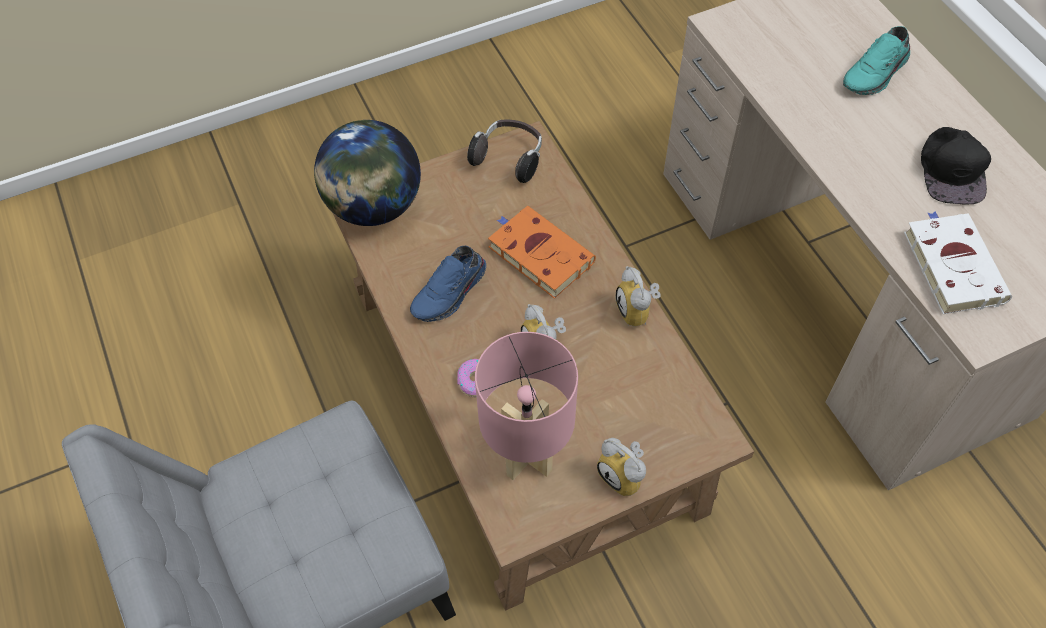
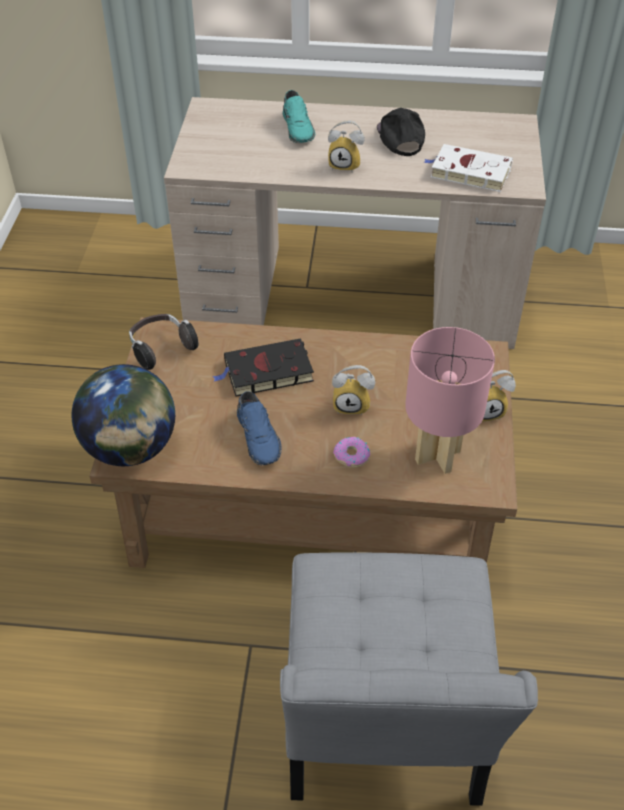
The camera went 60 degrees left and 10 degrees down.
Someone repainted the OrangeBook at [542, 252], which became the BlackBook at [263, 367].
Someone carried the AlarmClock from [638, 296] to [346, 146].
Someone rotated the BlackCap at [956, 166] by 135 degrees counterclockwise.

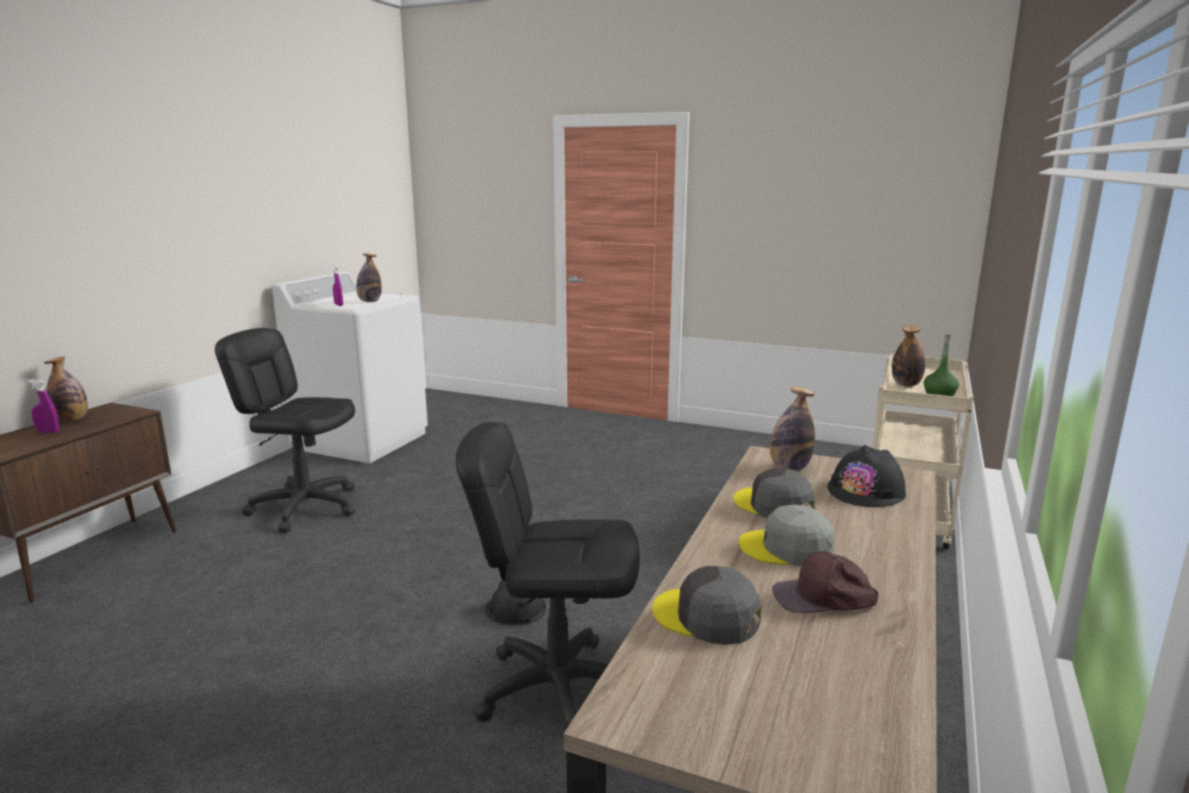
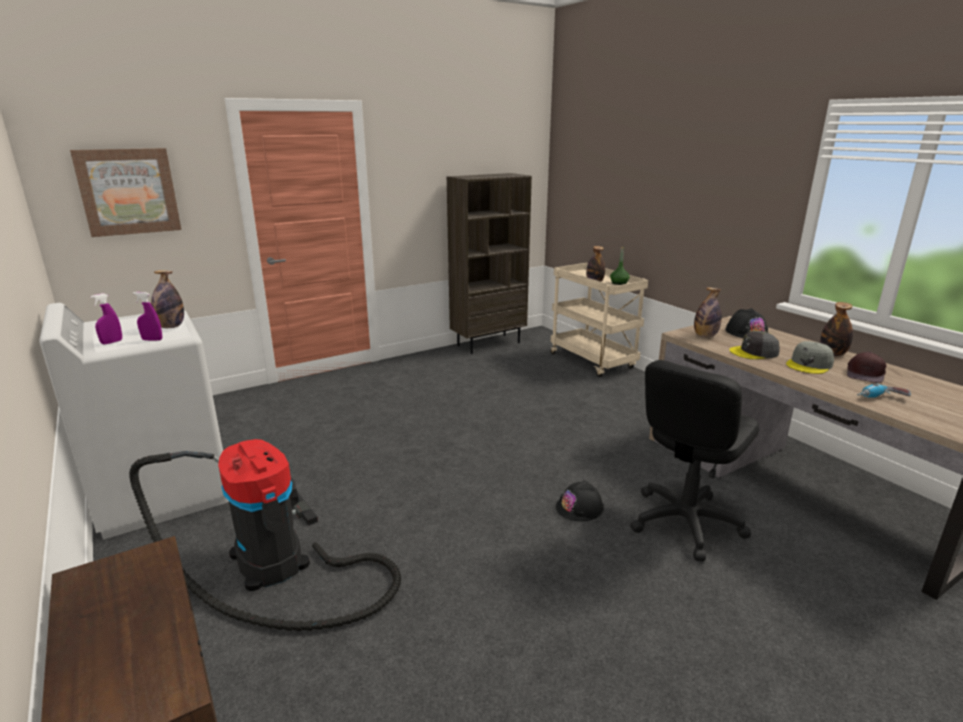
The camera went 55 degrees left and 5 degrees up.
Someone put up the Picture at [125, 192].
Someone carried the PurpleSprayBottle from [43, 406] to [106, 319].
Someone swapped the BlackOfficeChair at [285, 430] for the VacuumCleaner at [265, 535].
Someone put down the BrownBookcase at [489, 263].
Someone carried the Bottle from [66, 389] to [836, 329].
Someone swapped the GreyCap at [706, 605] for the PowerDrill at [884, 390].

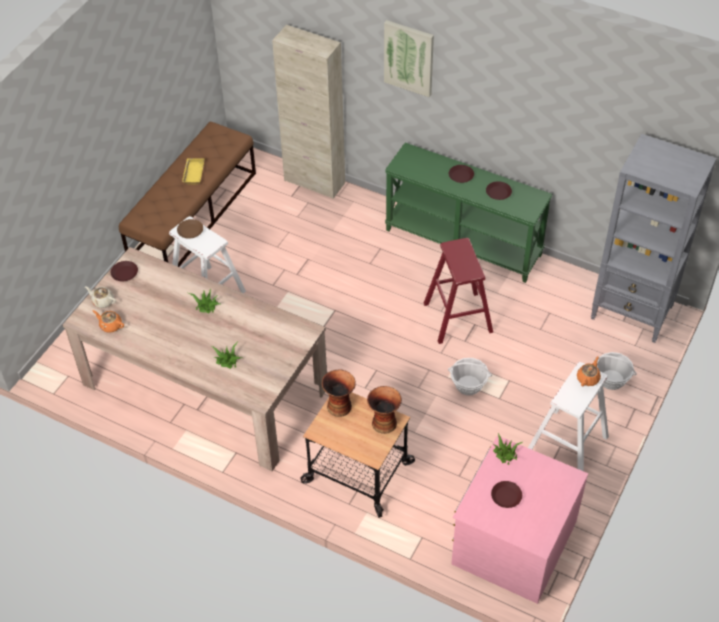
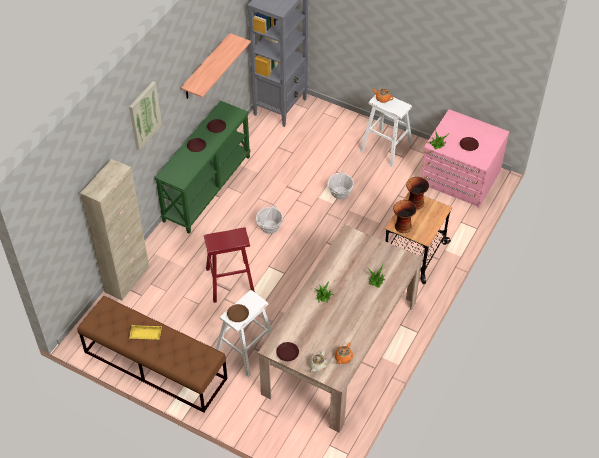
The camera went 90 degrees left and 0 degrees up.
Someone put up the Shelf at [216, 66].
Someone carried the RedStool from [458, 291] to [229, 265].
Someone carried the Basket from [615, 371] to [269, 219].

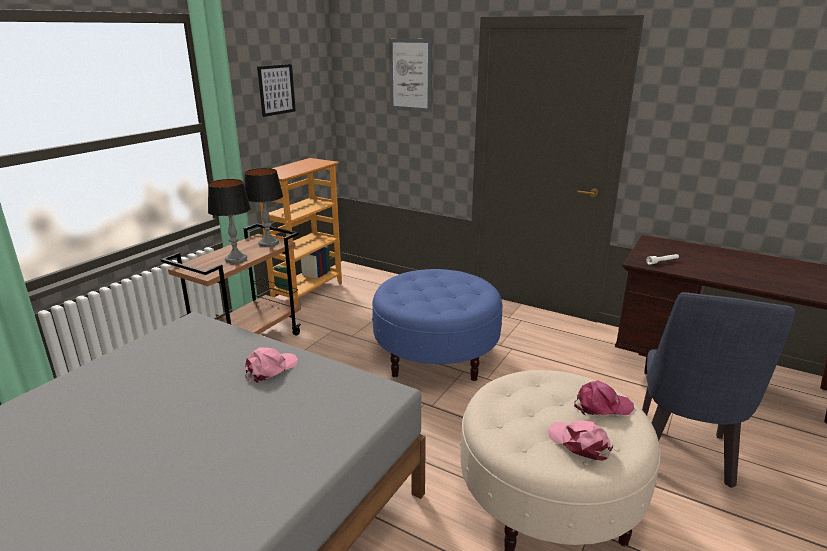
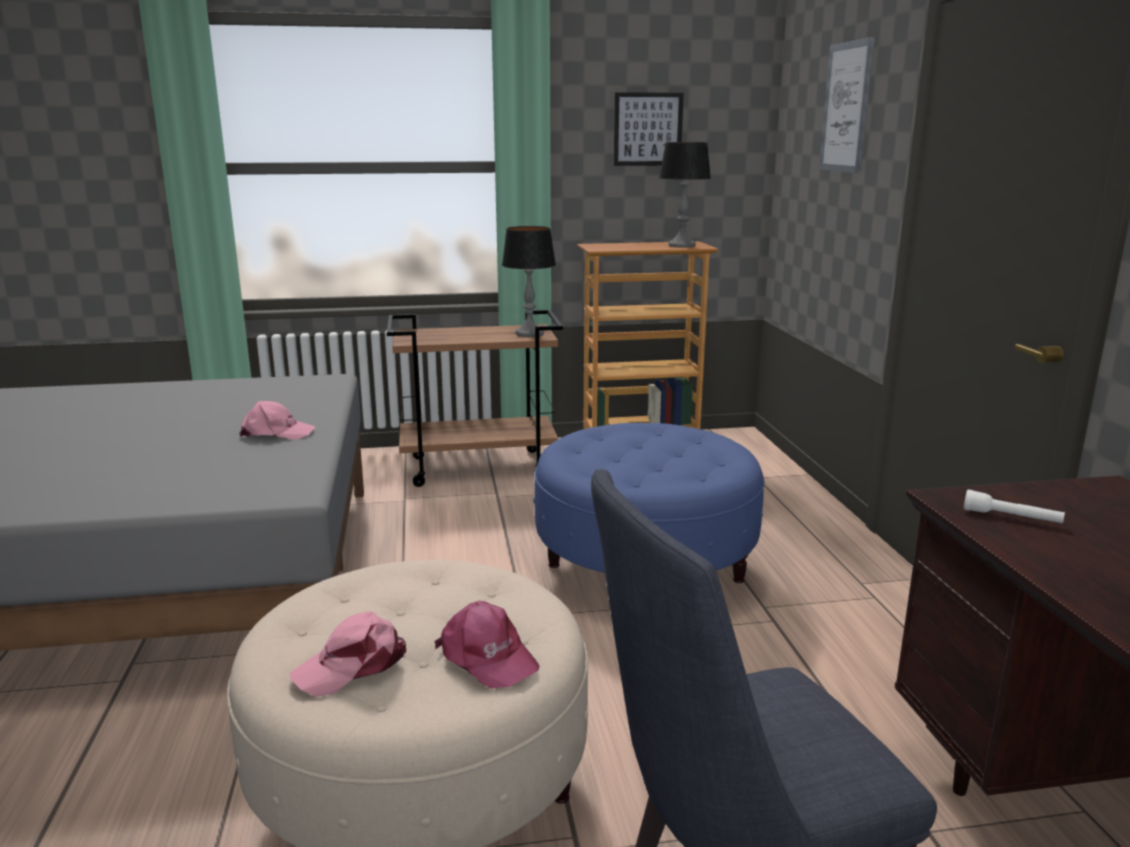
The camera went 50 degrees right and 5 degrees down.
Someone rotated the PinkCap at [580, 440] by 135 degrees counterclockwise.
Someone carried the TableLamp from [229, 221] to [685, 194].

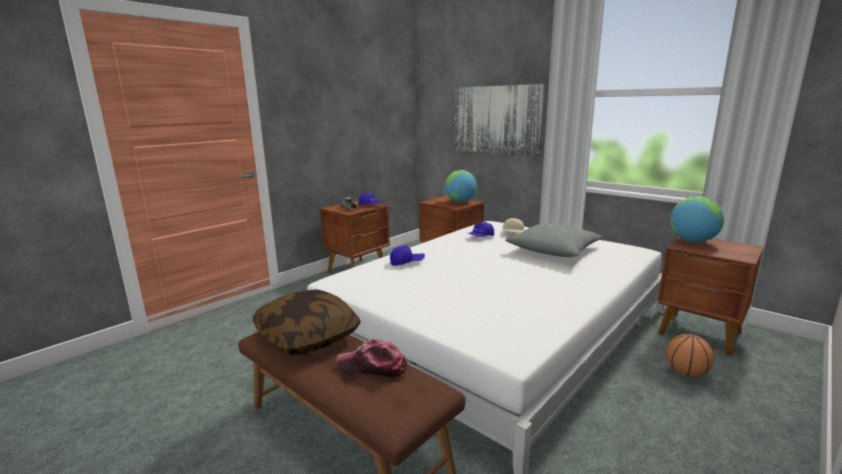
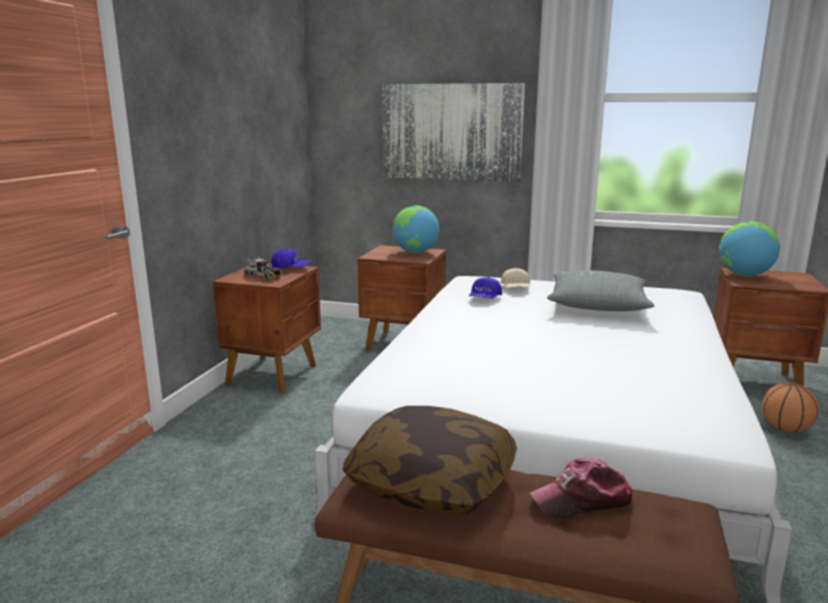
The camera went 25 degrees left and 0 degrees up.
Someone took away the BlueCap at [407, 256].

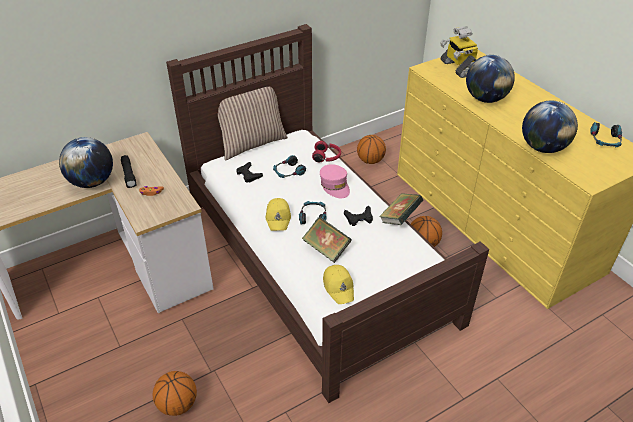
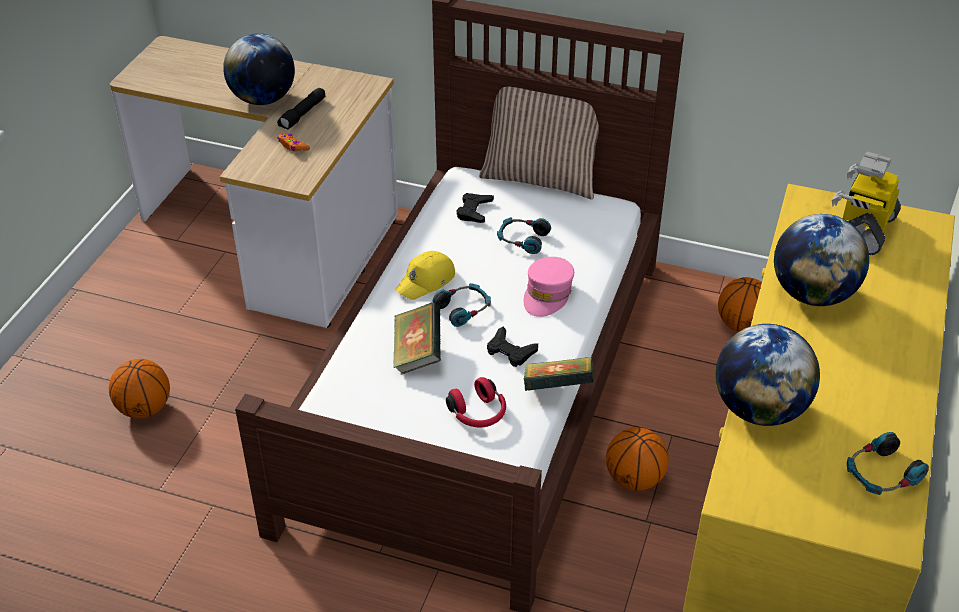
The camera went 50 degrees right and 0 degrees up.
Someone carried the RedHeadphones from [326, 152] to [476, 402].
Someone took away the YellowCap at [338, 284].

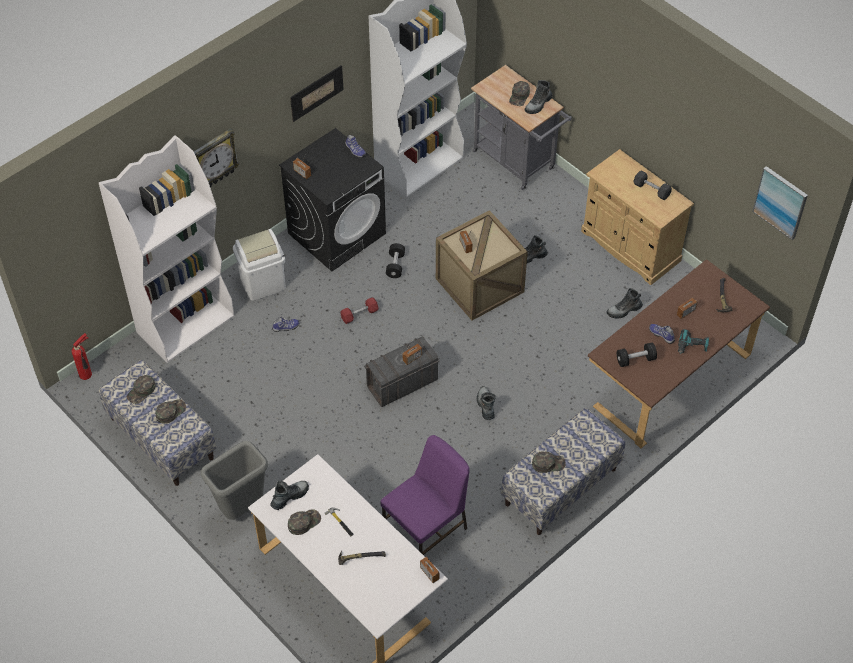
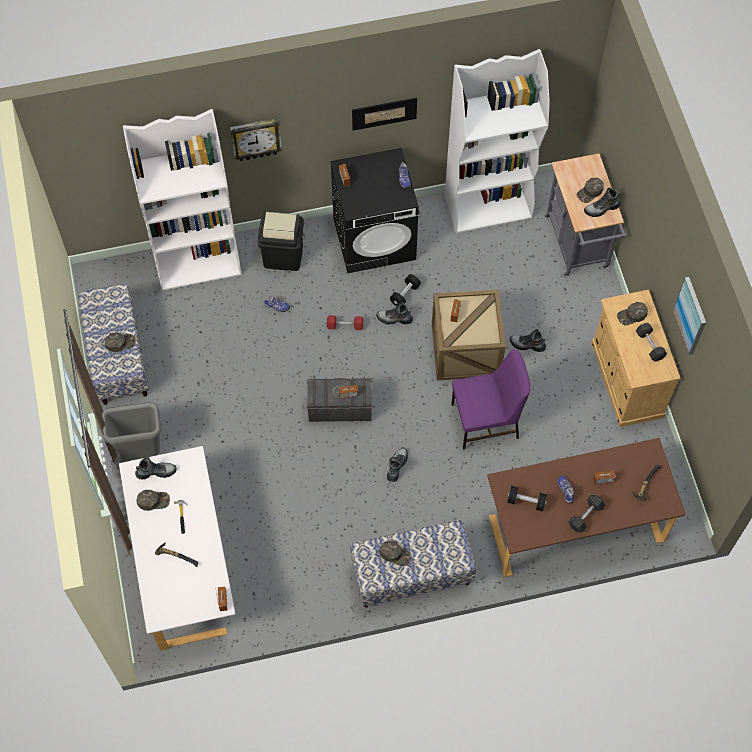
The camera went 30 degrees right and 10 degrees up.
Someone repainted the WhiteTrashCan at [259, 265], which became the BlackTrashCan at [281, 241].
Someone carried the Boot from [625, 303] to [394, 313].
Someone carried the PurpleChair from [425, 495] to [490, 399].
Someone swapped the PowerDrill at [693, 342] for the GreyDumbbell at [586, 513].
Someone carried the GreenCap from [141, 389] to [632, 313].
Someone carried the Picture from [780, 203] to [689, 316].
Someone took away the FireExtinguisher at [82, 356].

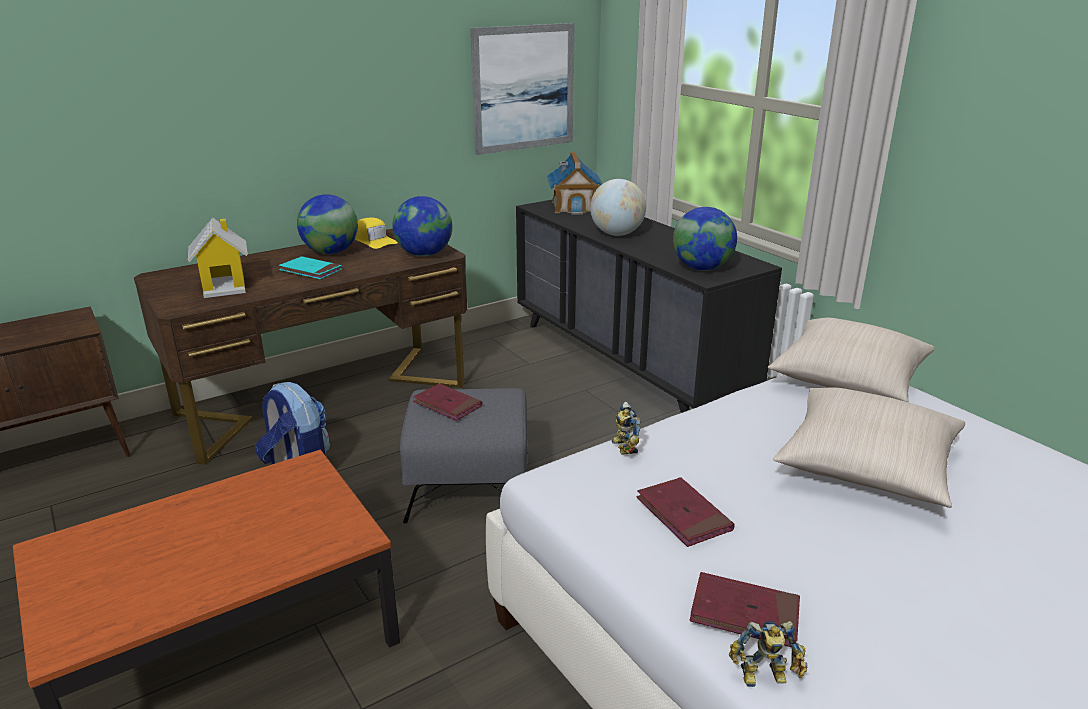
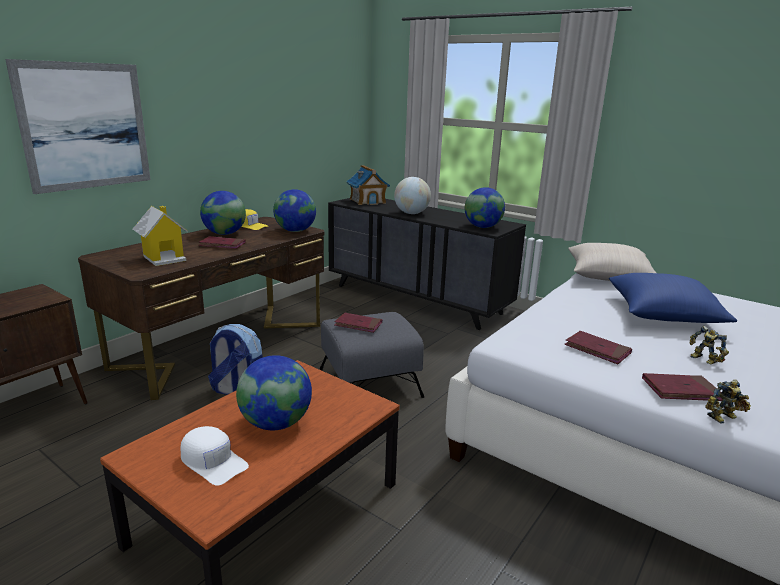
The camera went 20 degrees left and 5 degrees down.
Someone carried the Picture from [522, 89] to [78, 126].
Someone put down the WhiteCap at [214, 456].
Someone repainted the TurquoiseBook at [310, 267], which became the RedBook at [222, 242].
Someone put down the Globe at [274, 392].
Someone repainted the BeigePillow at [869, 448], which became the BluePillow at [673, 298].
Someone carried the ToyRobot from [626, 428] to [709, 345].

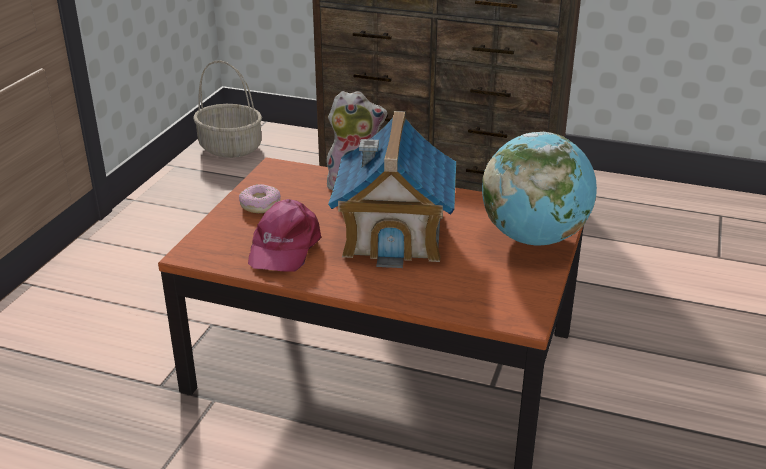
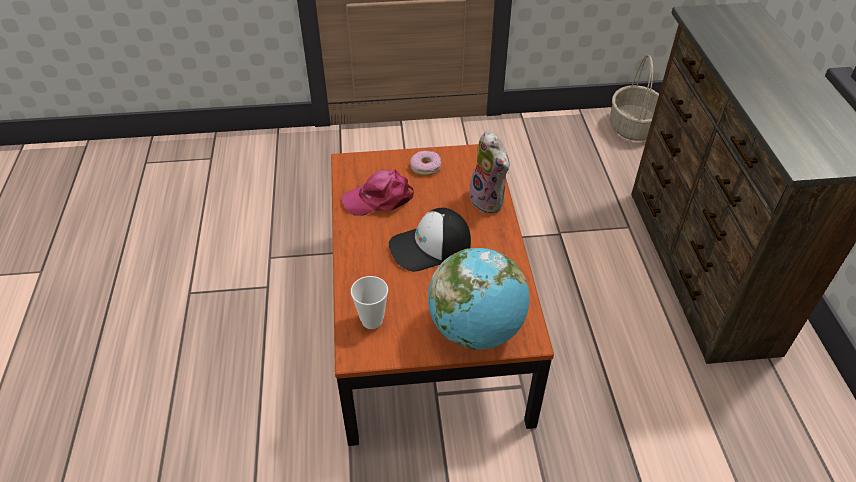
The camera went 65 degrees right and 15 degrees up.
Someone put down the Cup at [369, 302].
Someone swapped the ToyHouse at [392, 189] for the Cap at [430, 240].

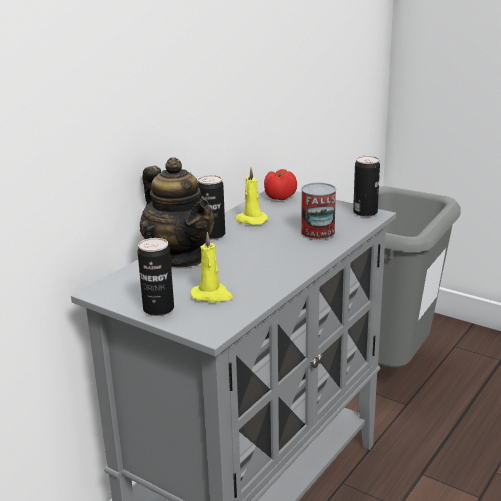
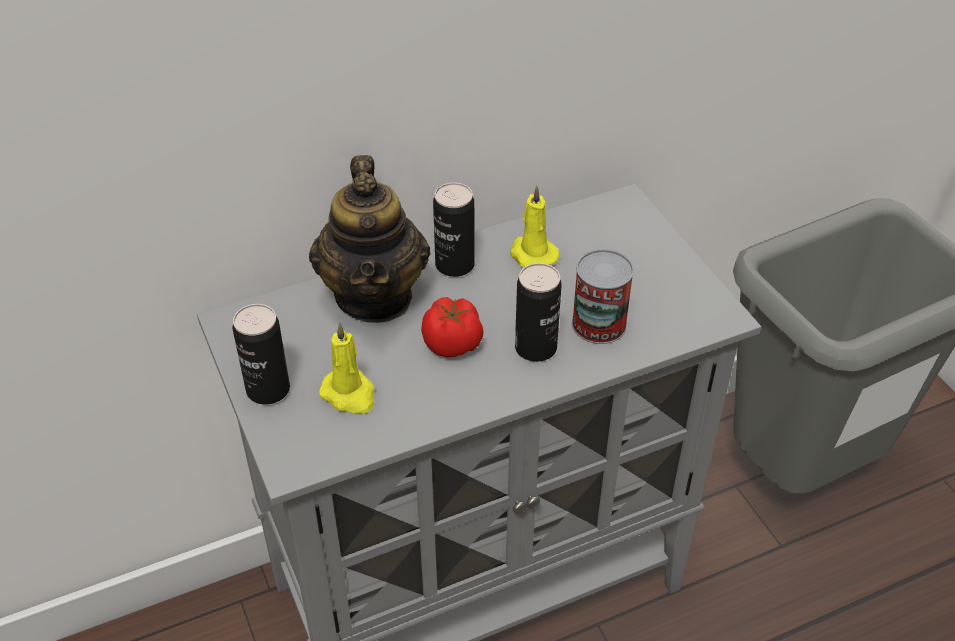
The camera went 30 degrees right and 20 degrees up.
Someone carried the Tomato from [280, 184] to [452, 327].
Someone carried the Can from [366, 186] to [538, 312].

